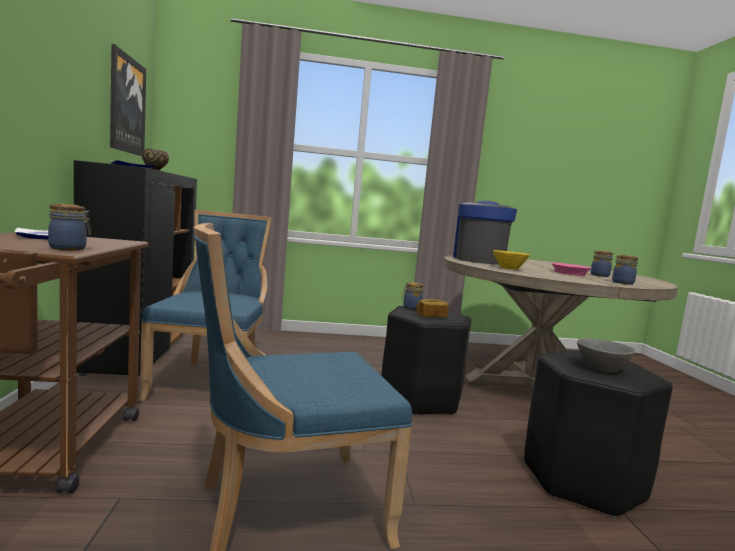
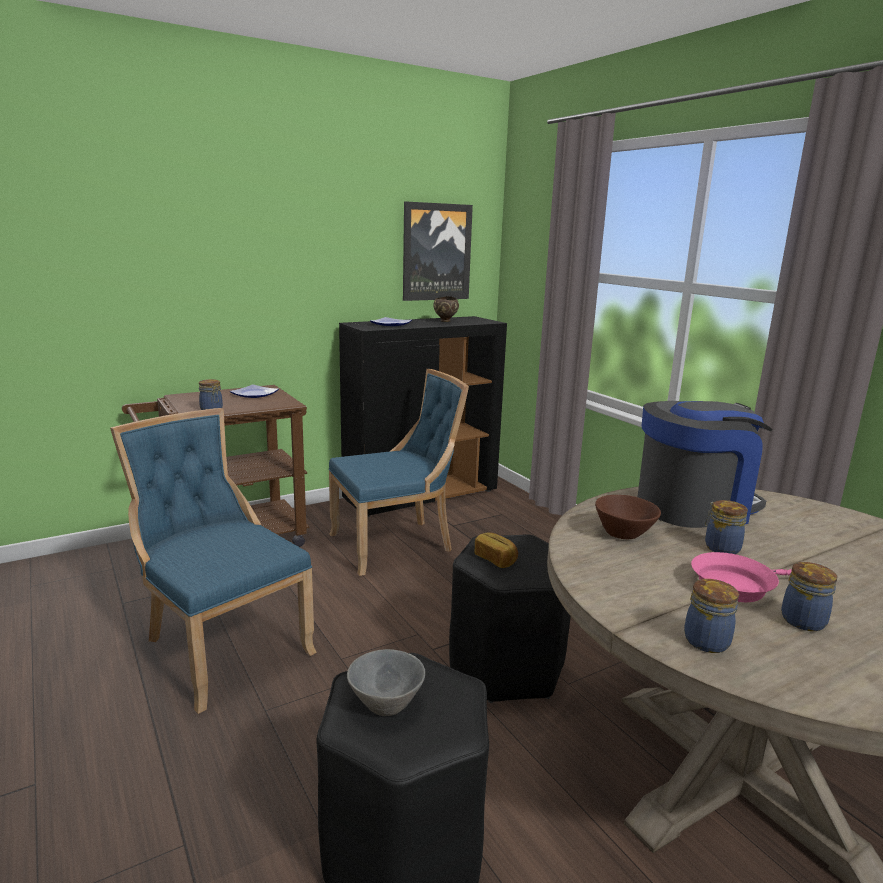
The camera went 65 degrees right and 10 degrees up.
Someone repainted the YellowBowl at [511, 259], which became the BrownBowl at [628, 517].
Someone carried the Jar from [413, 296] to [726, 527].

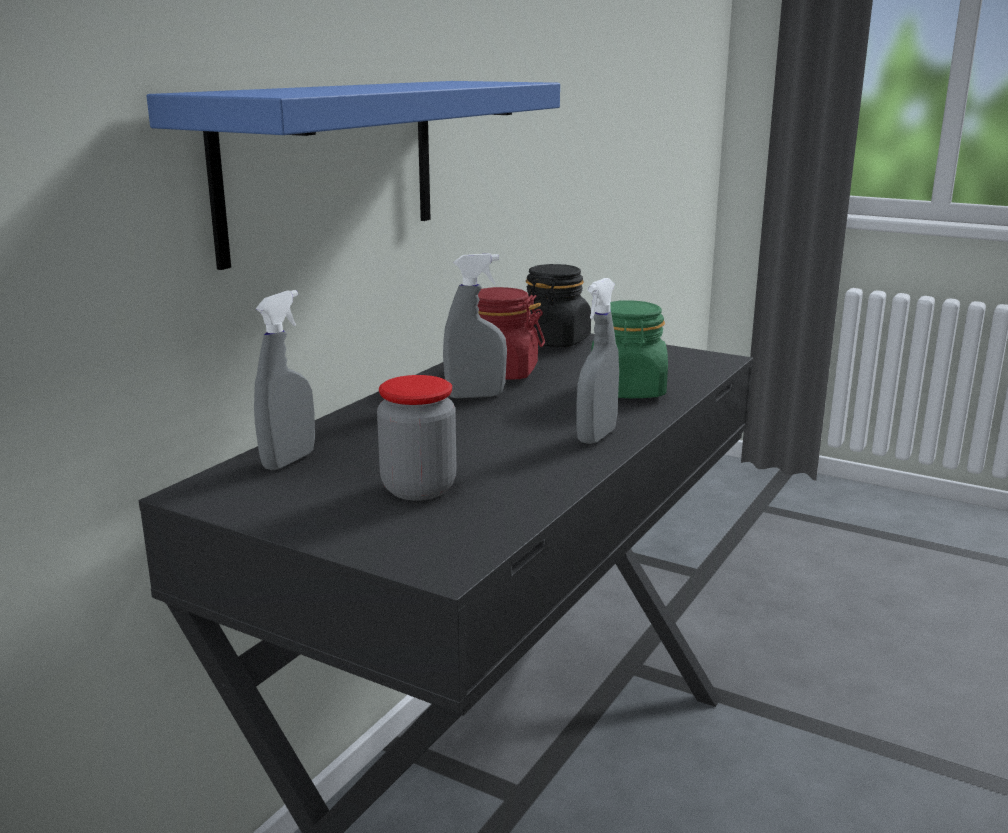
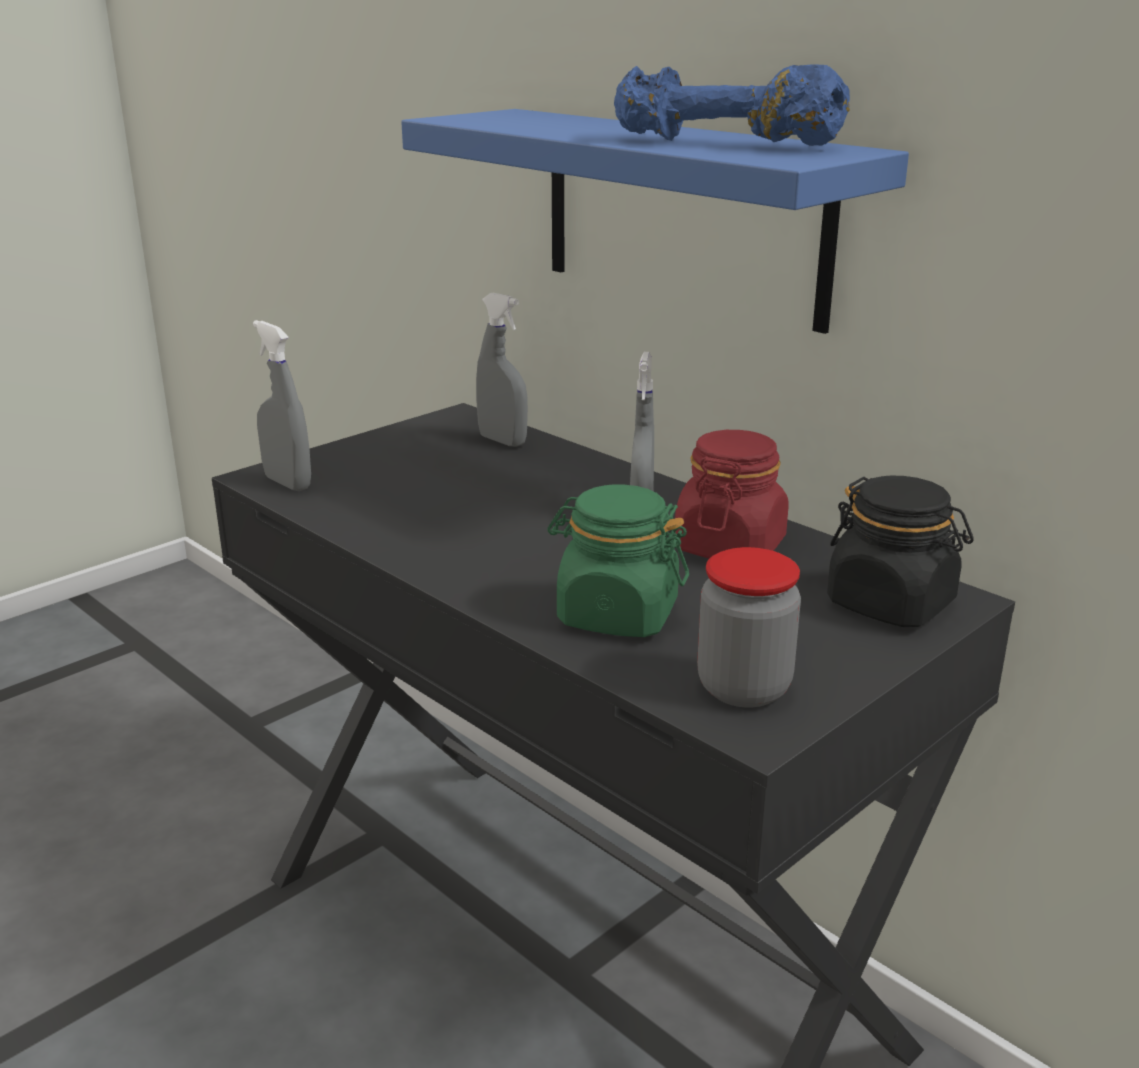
The camera went 105 degrees right and 5 degrees up.
Someone carried the GreySprayBottle from [597, 361] to [282, 405].
Someone put down the BlueDumbbell at [732, 105].
Someone carried the Jar from [416, 438] to [749, 627].

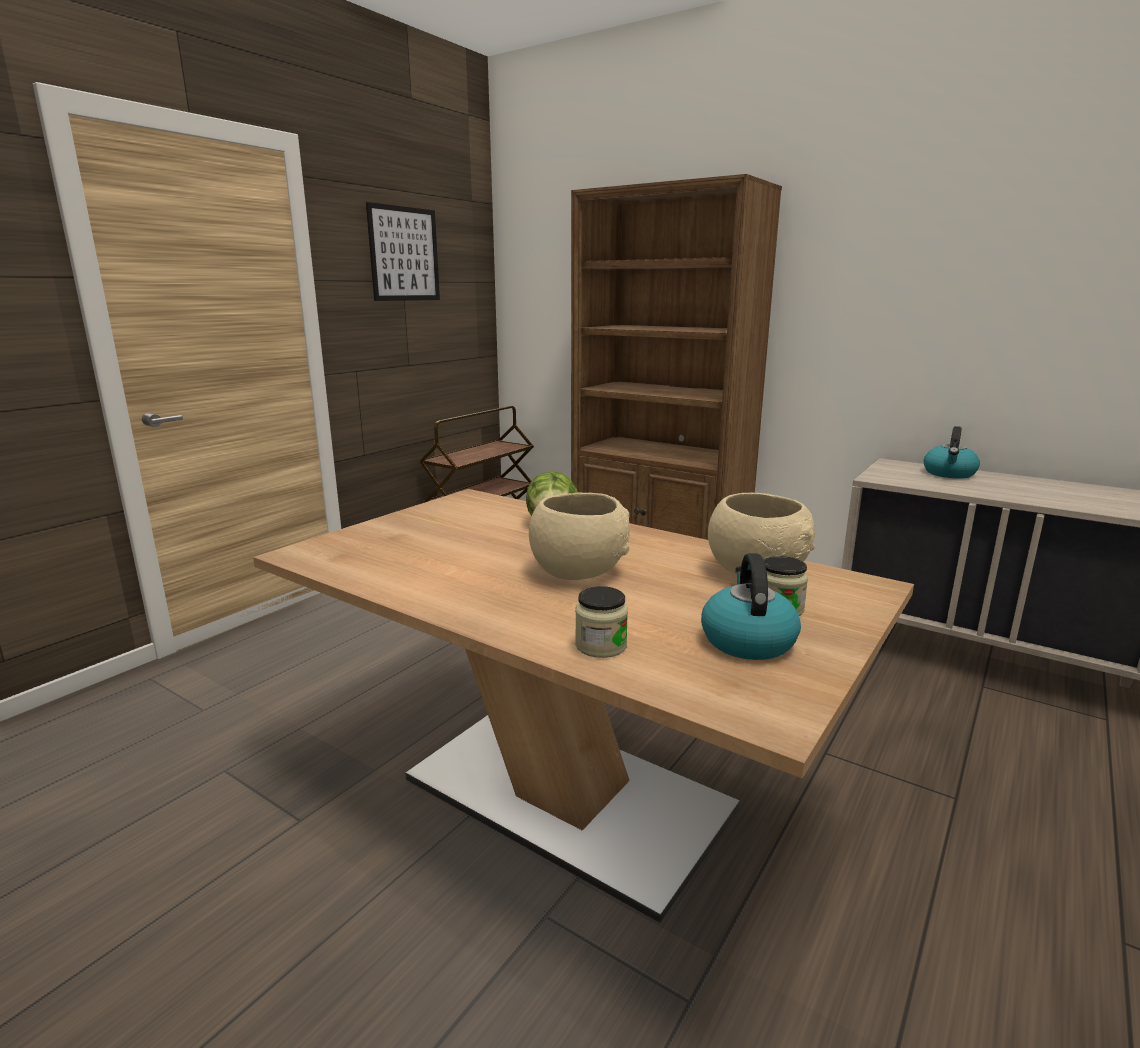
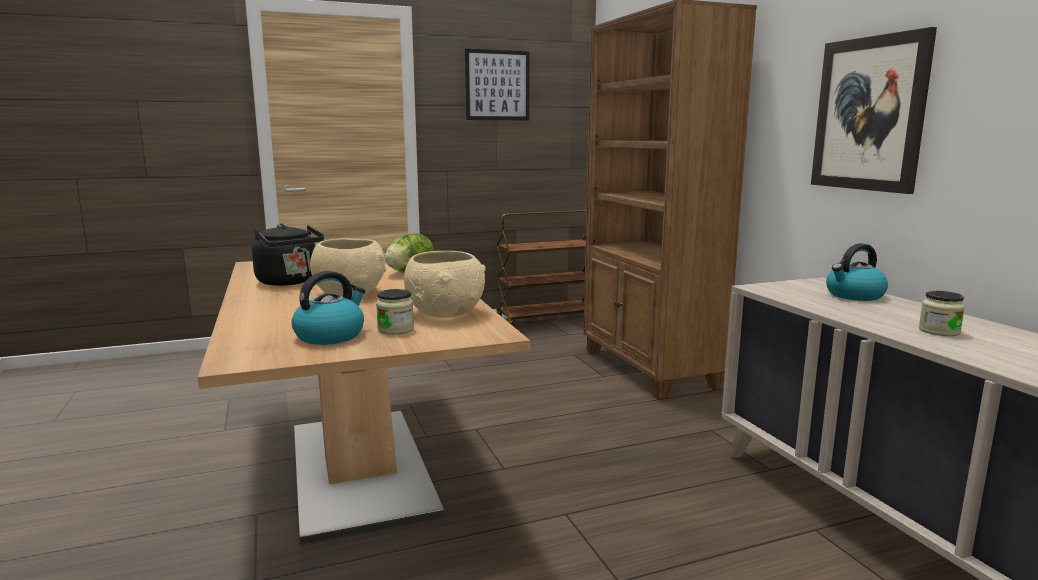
The camera went 35 degrees right and 5 degrees down.
Someone put down the BlackKettle at [288, 255].
Someone put up the Picture at [874, 110].
Someone carried the Jar from [601, 622] to [942, 313].

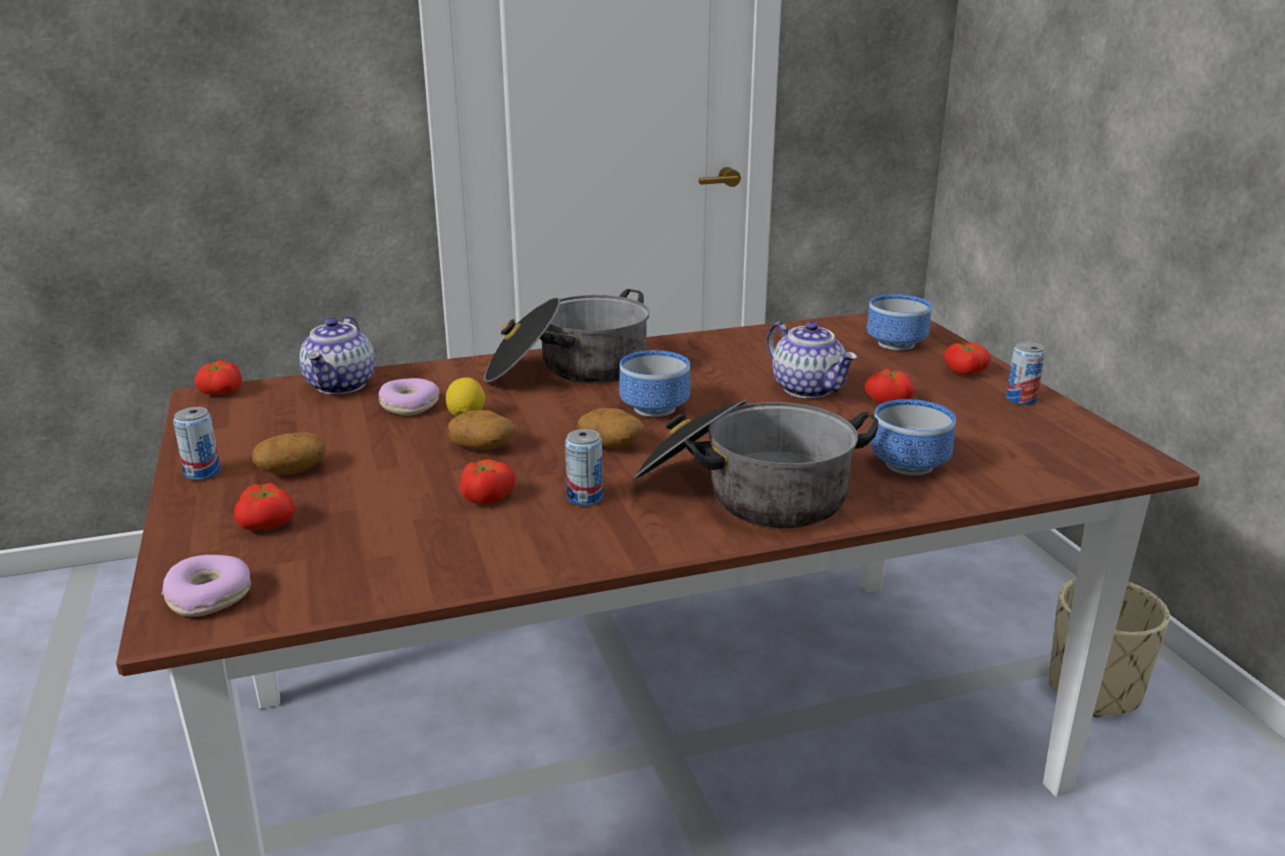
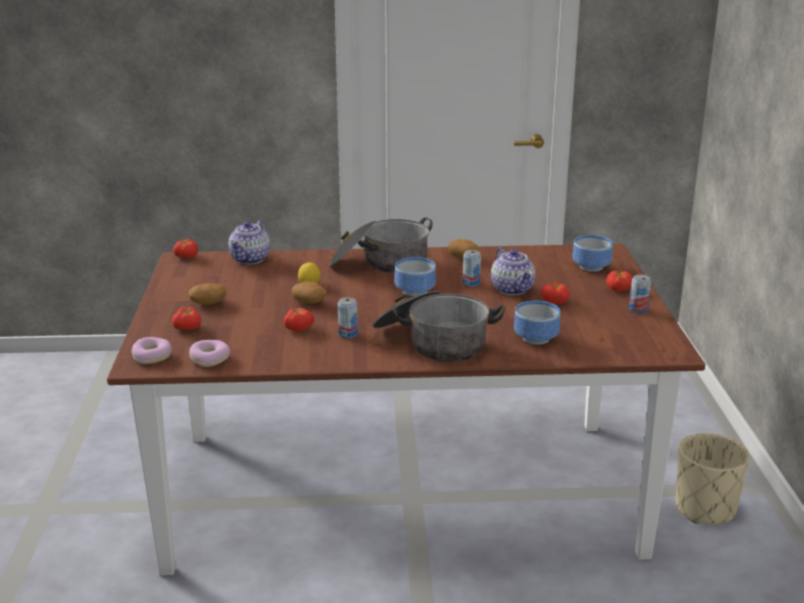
The camera went 15 degrees right and 0 degrees up.
Someone carried the Donut from [408, 397] to [209, 353].
Someone carried the Potato from [611, 428] to [463, 249].
Someone carried the Can from [197, 443] to [472, 268].

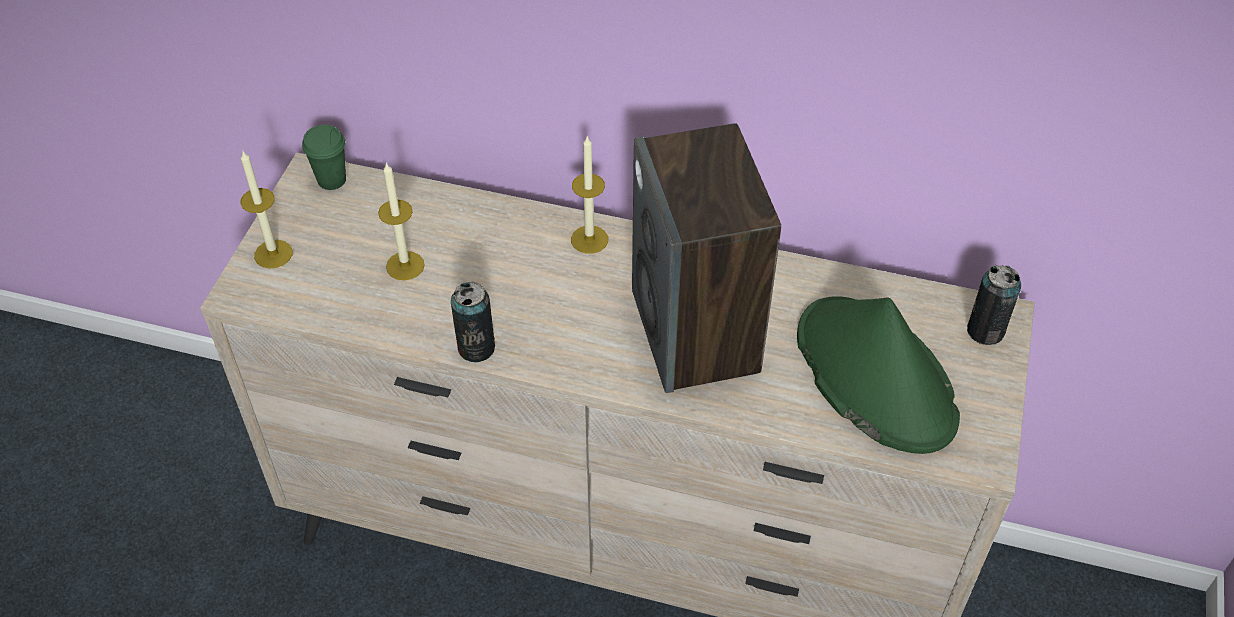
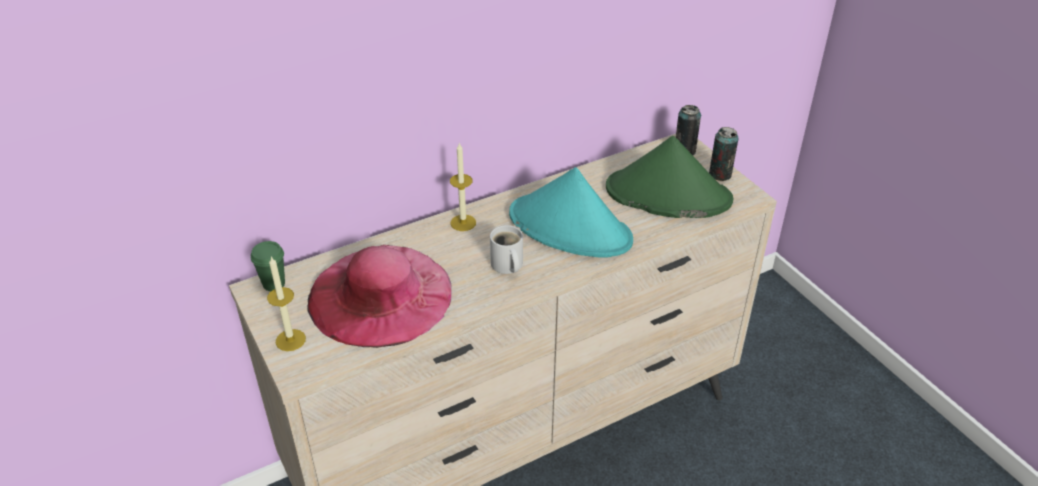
The camera went 45 degrees left and 10 degrees down.
Someone swapped the Candle at [401, 221] for the PinkHat at [379, 296].
Someone put down the WhiteMug at [506, 249].
Someone swapped the Speaker at [706, 258] for the TurquoiseHat at [571, 212].
Someone carried the Can from [473, 322] to [723, 154].

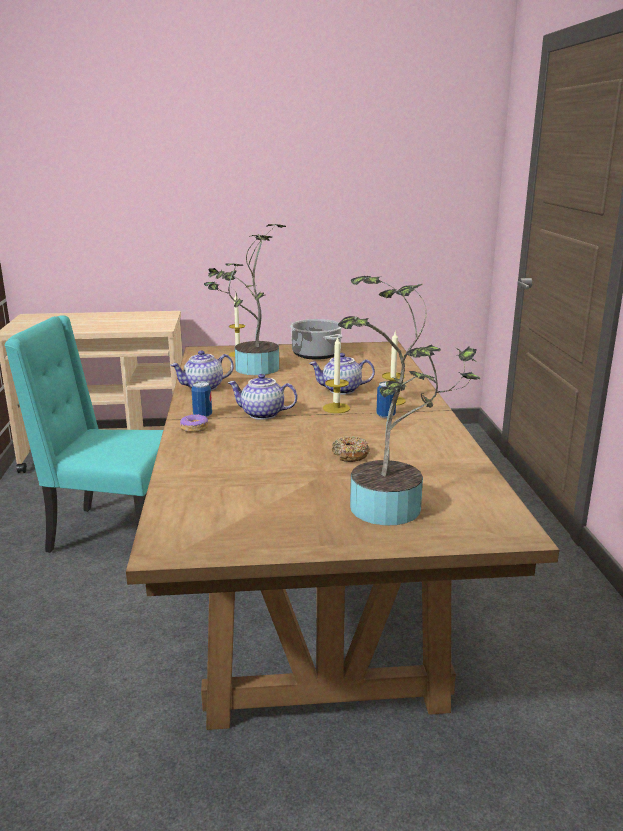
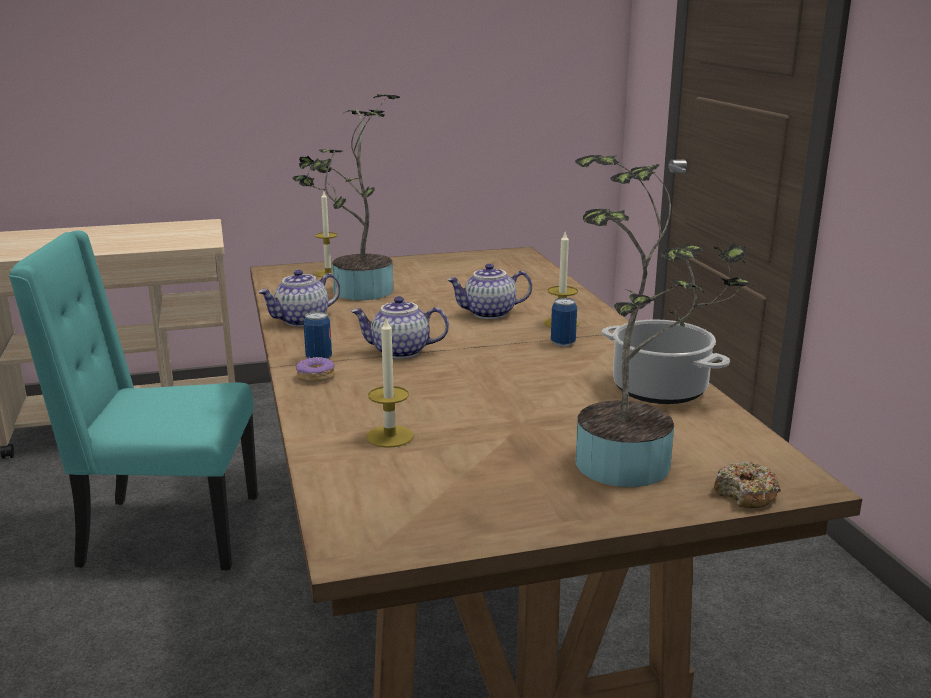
The camera went 10 degrees left and 0 degrees up.
Someone carried the Candle from [336, 374] to [390, 383].
Someone carried the CookingPot from [316, 339] to [666, 361].
Someone carried the Donut from [351, 449] to [747, 484].

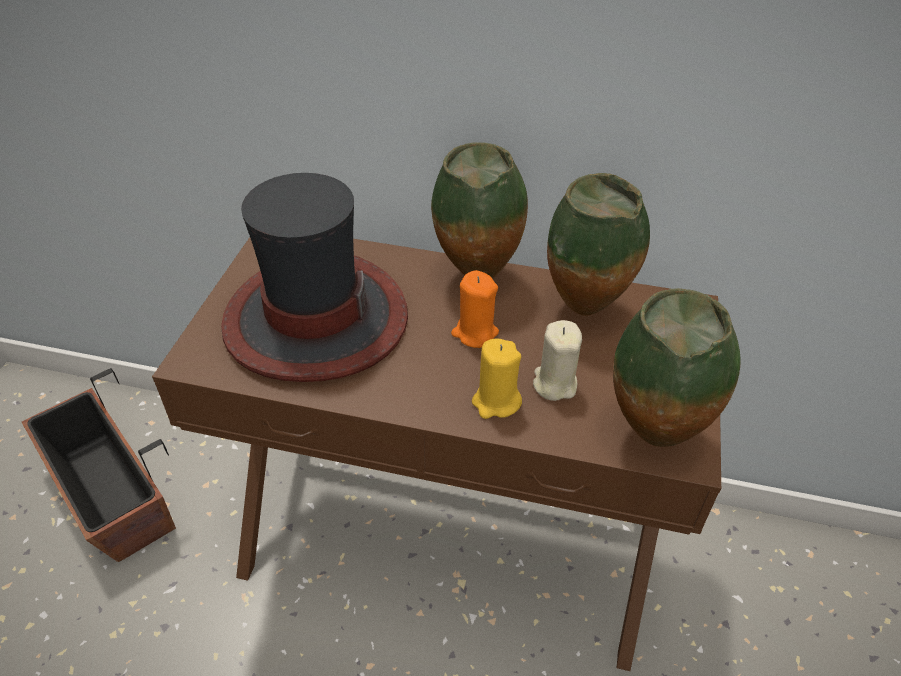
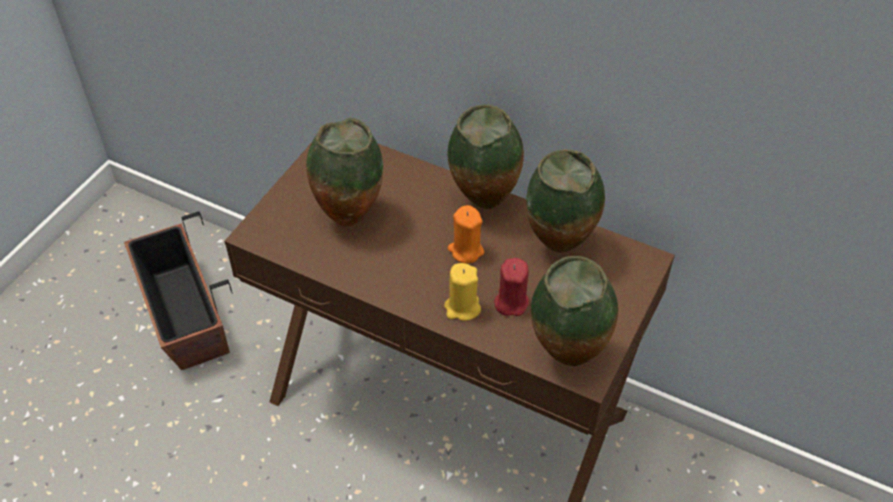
The camera went 15 degrees right and 5 degrees up.
Someone swapped the Hat at [314, 277] for the Vase at [344, 172].
Someone repainted the BeigeCandle at [557, 360], which became the RedCandle at [511, 287].

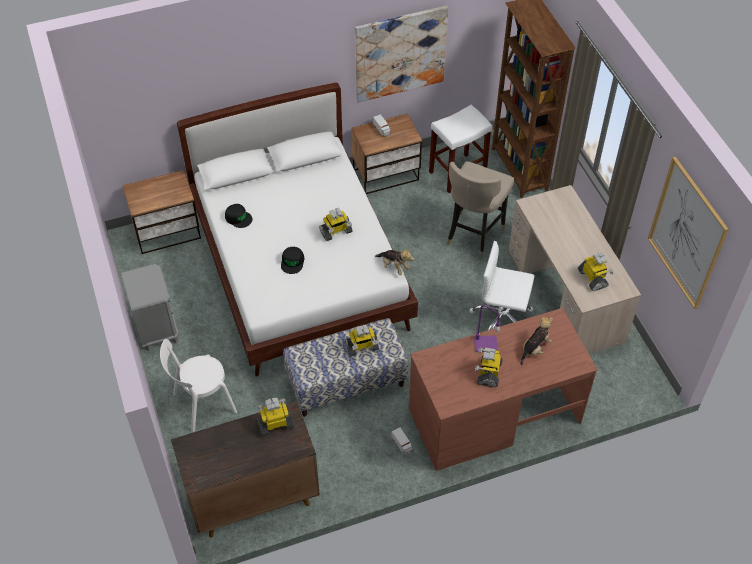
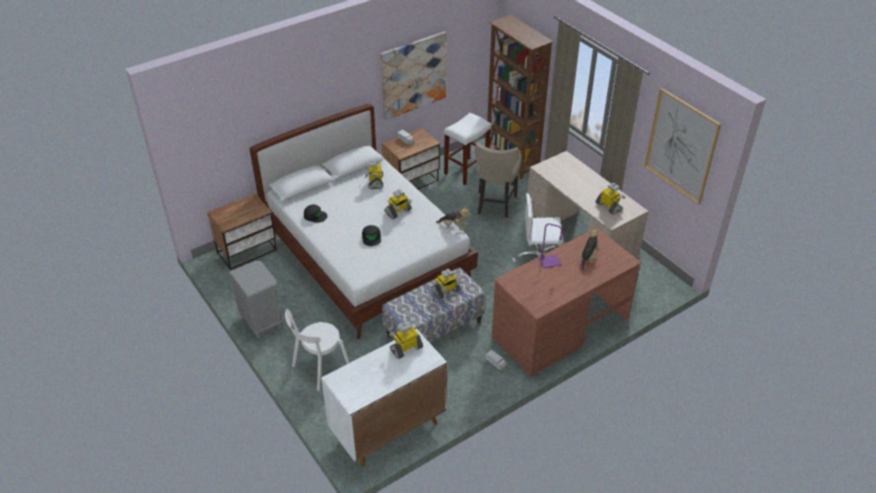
The camera went 15 degrees left and 10 degrees down.
Someone repainted the BrownCabinet at [245, 469], which became the WhiteCabinet at [384, 398].
Someone carried the ToyRobot from [489, 367] to [374, 174].

